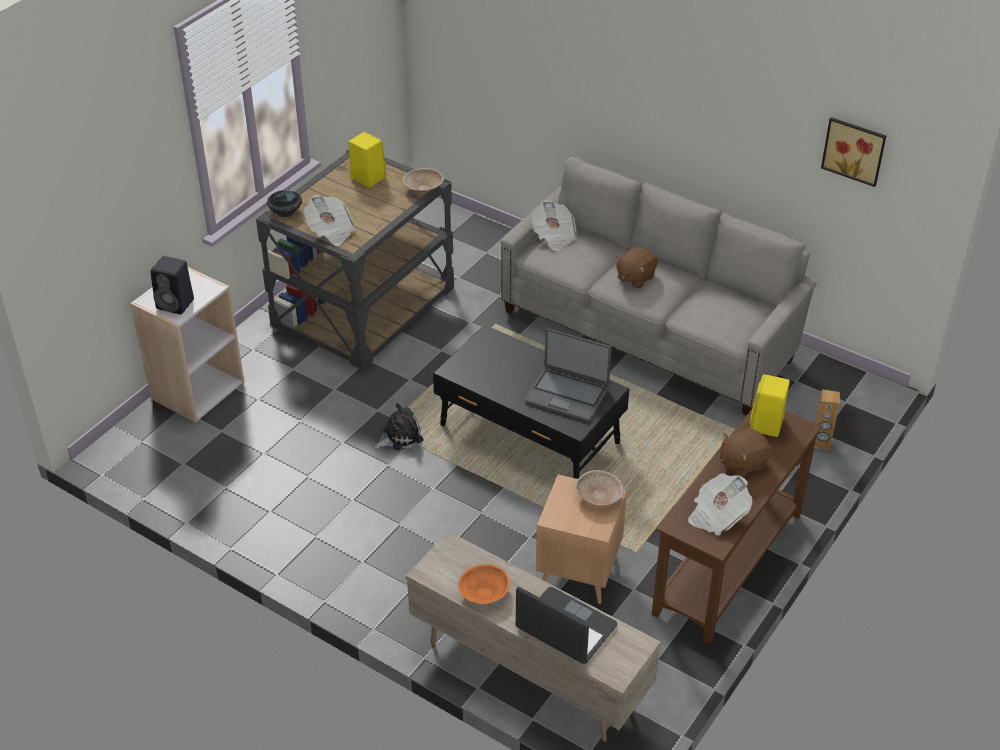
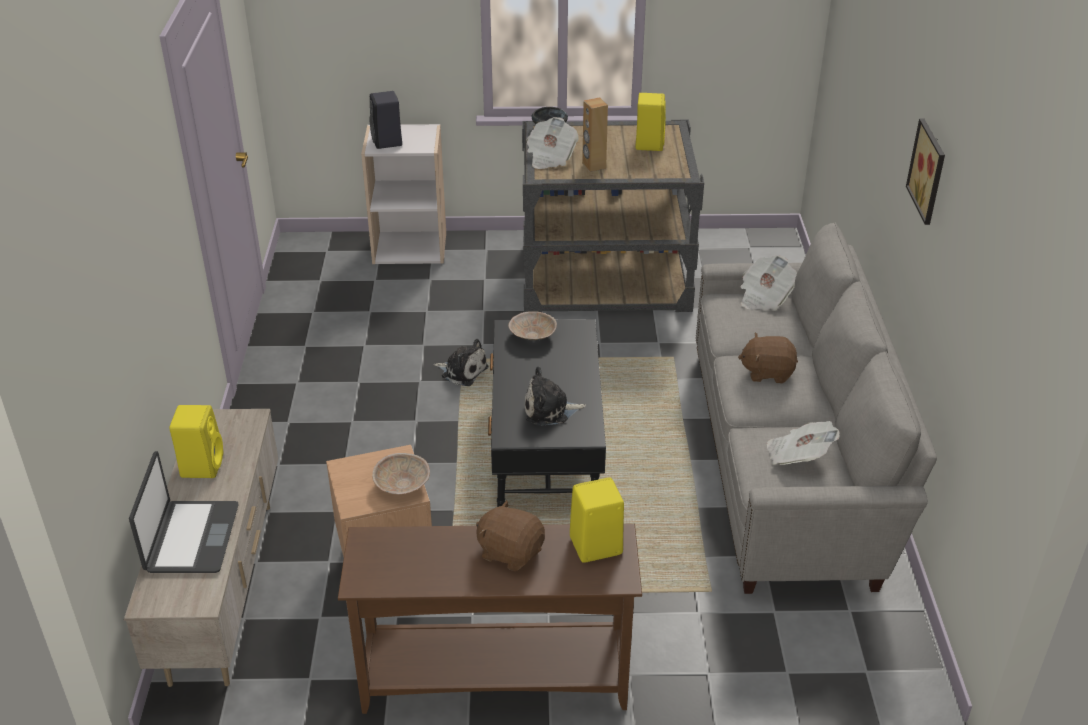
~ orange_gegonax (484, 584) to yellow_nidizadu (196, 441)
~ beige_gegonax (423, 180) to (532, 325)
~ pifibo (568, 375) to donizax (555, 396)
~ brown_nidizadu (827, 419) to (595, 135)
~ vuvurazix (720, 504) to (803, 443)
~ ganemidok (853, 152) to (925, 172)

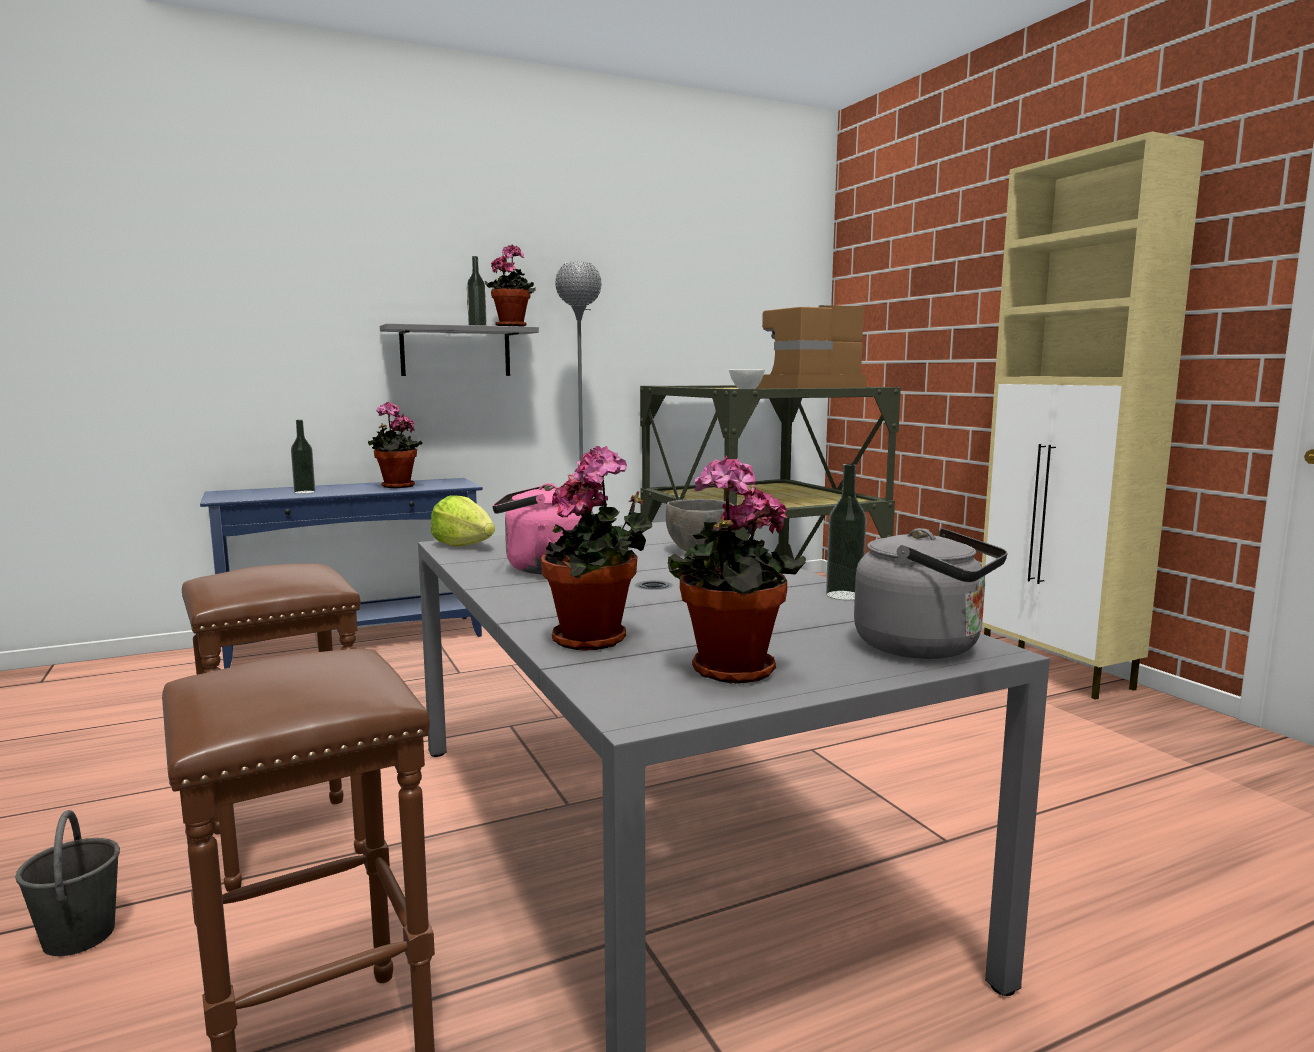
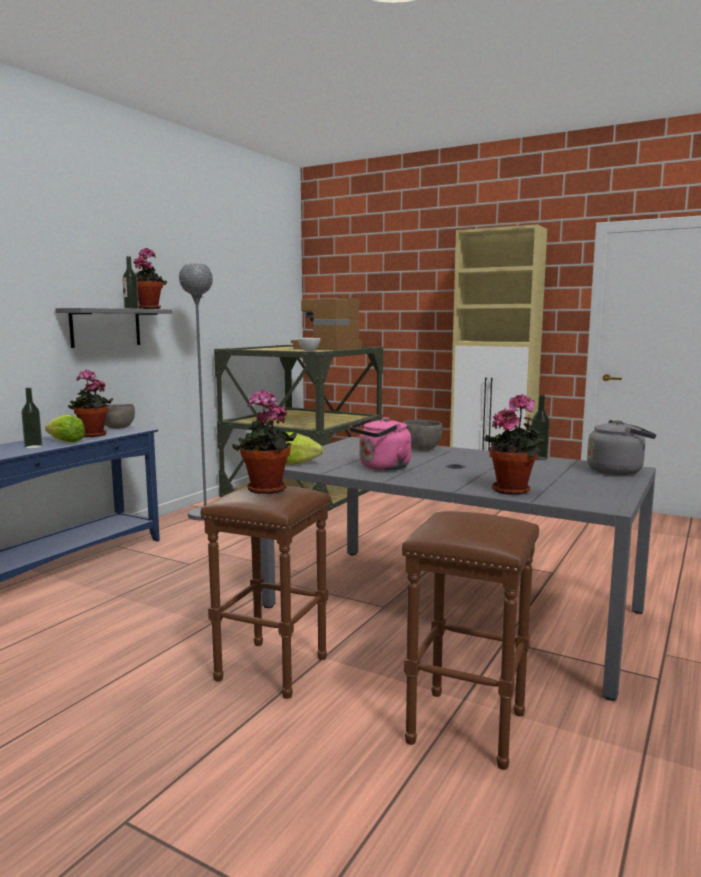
+ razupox (65, 428)
+ grey_gegonax (119, 416)
~ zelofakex (736, 569) to (264, 441)
- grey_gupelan (67, 883)

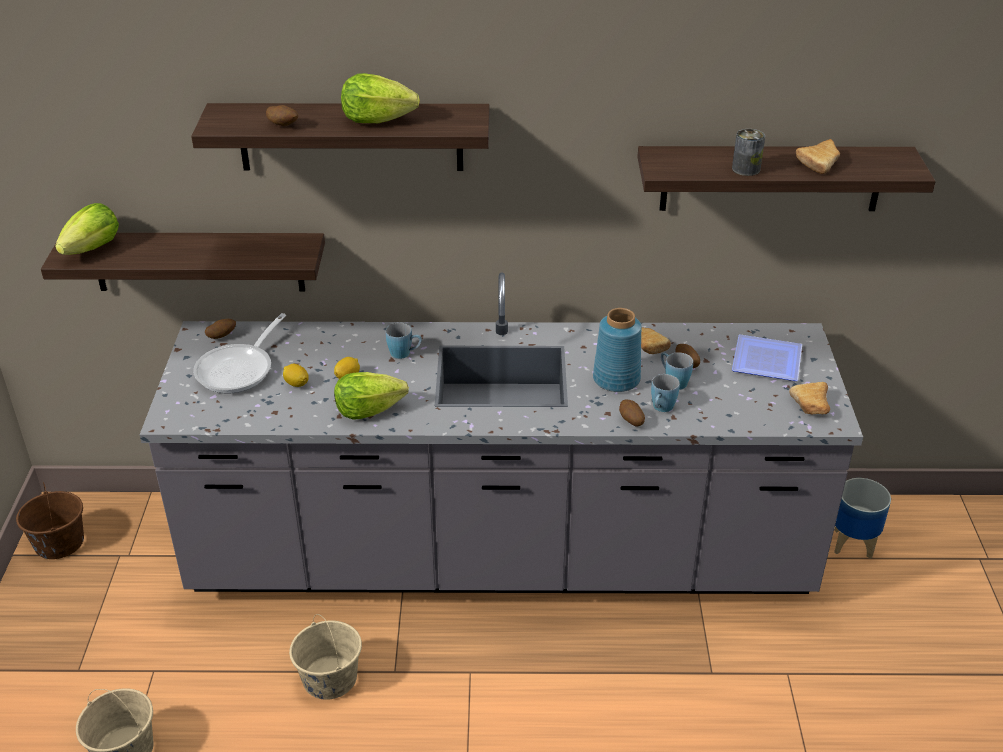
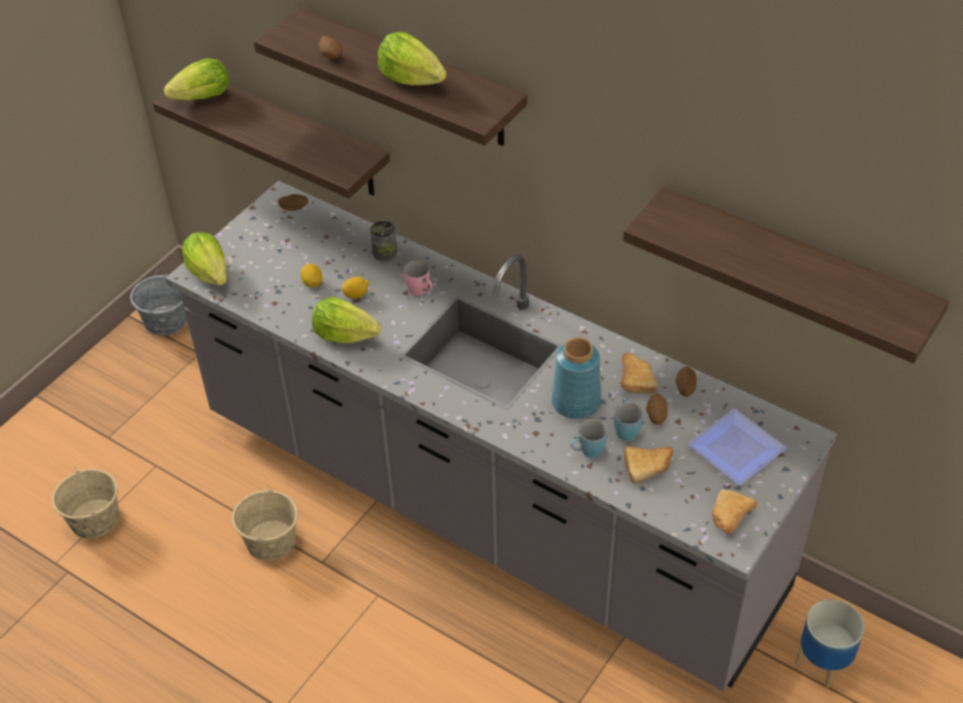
~ brown_gupelan (50, 520) to grey_gupelan (158, 301)
+ razupox (204, 259)
~ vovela (748, 152) to (383, 241)
~ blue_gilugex (404, 341) to pink_gilugex (418, 278)
~ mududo (818, 156) to (648, 465)
~ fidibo (632, 413) to (686, 381)
- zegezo (239, 353)

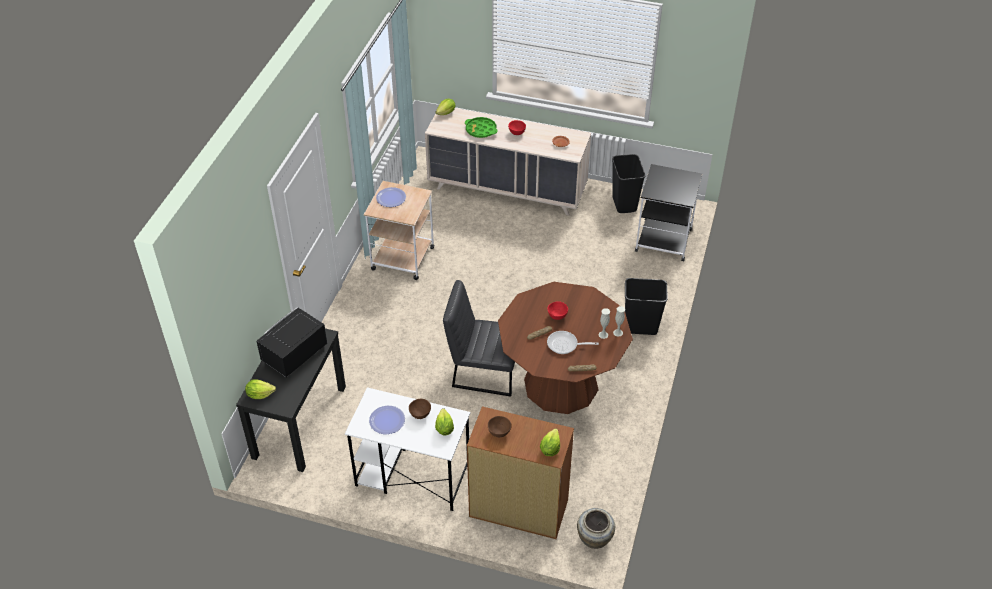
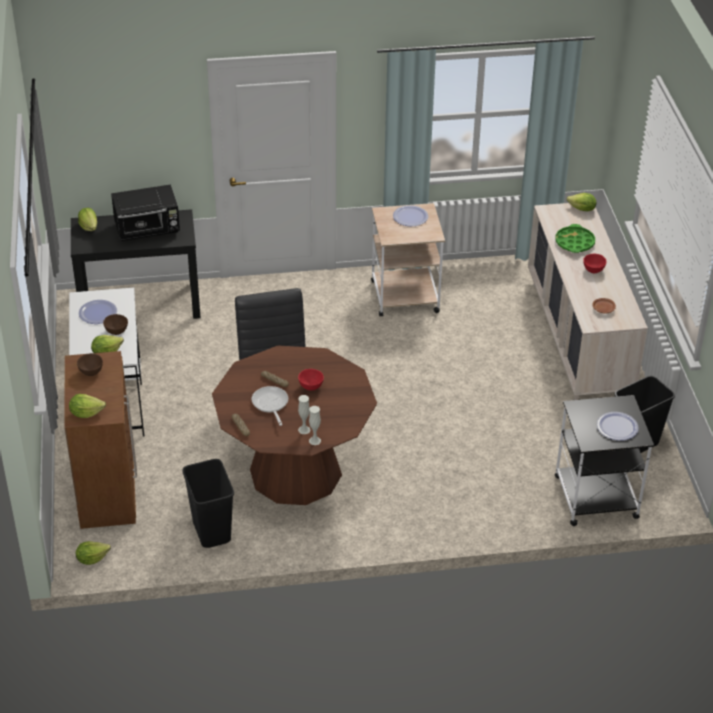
~ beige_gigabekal (596, 528) to razupox (93, 553)
~ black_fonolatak (291, 342) = (145, 212) 150 degrees clockwise
~ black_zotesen (646, 306) to (208, 503)
+ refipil (618, 426)

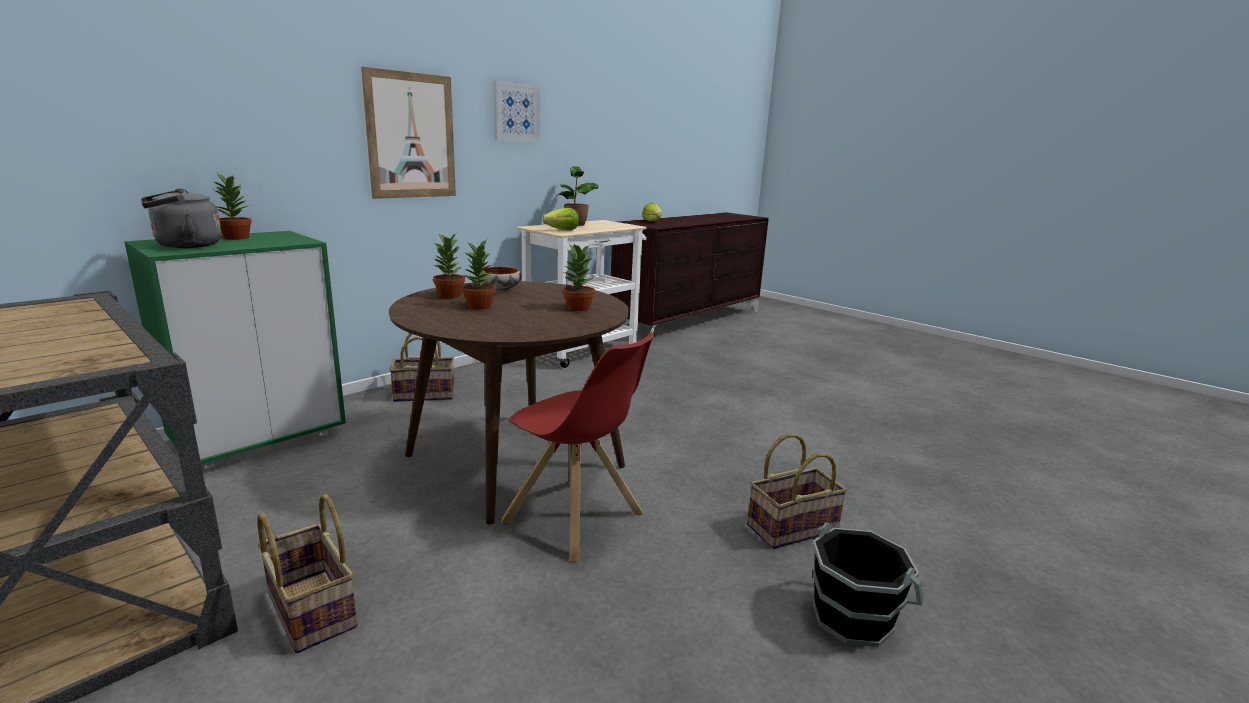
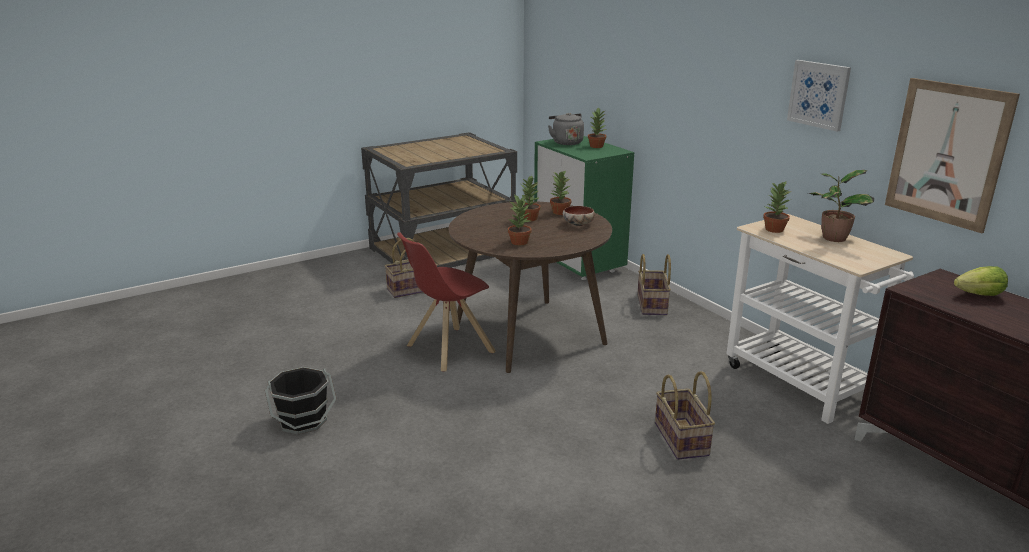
~ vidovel (797, 491) to (685, 415)
~ razupox (560, 219) to zelofakex (777, 207)
~ ganemidok (408, 133) to (952, 155)

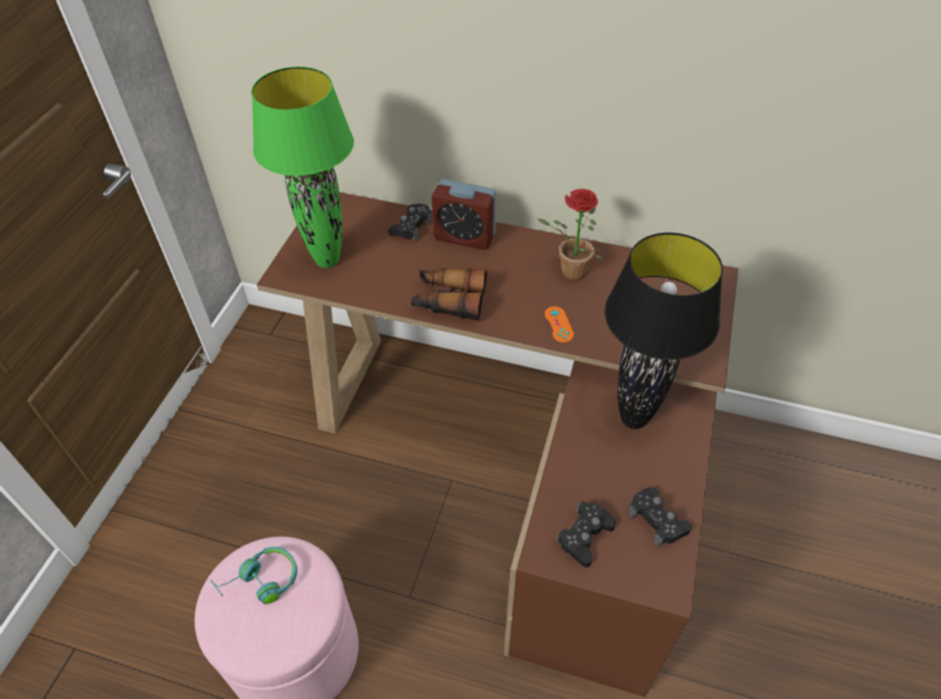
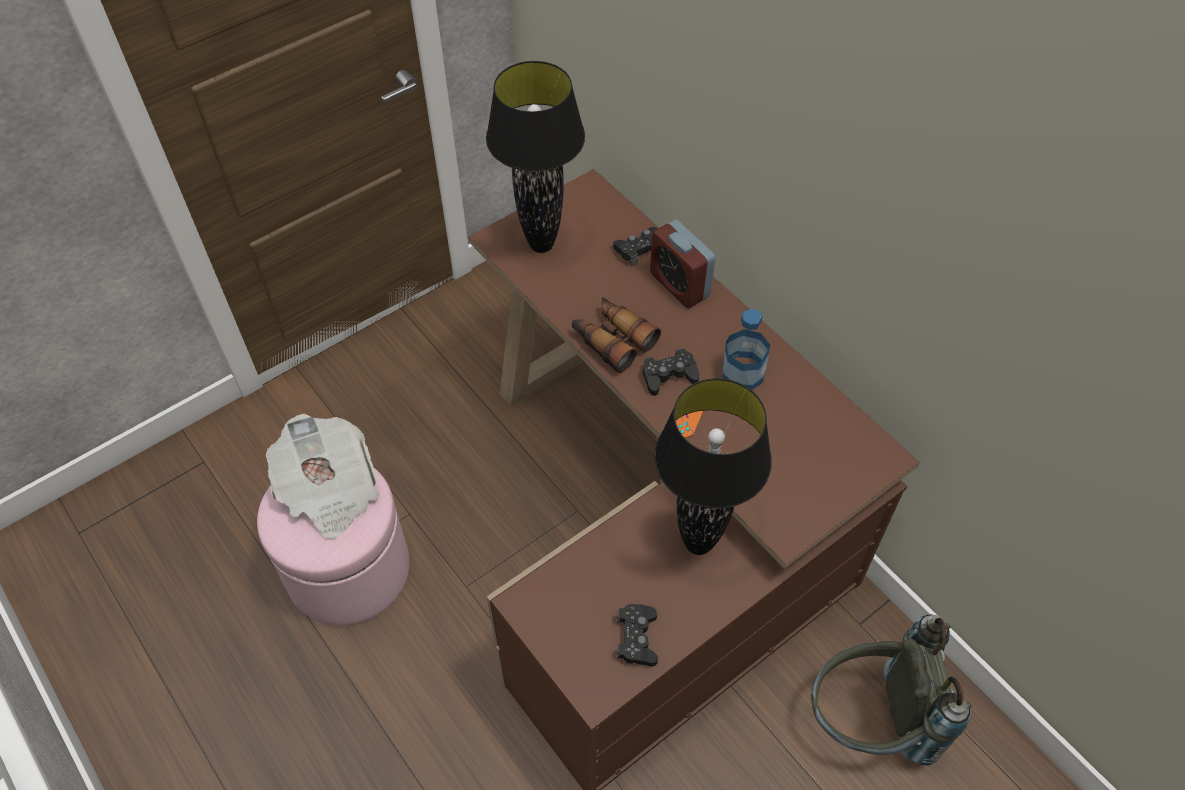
~ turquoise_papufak (254, 575) to vuvurazix (323, 476)
~ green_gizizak (302, 167) to black_gizizak (535, 157)
~ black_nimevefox (586, 534) to (671, 372)
~ zelofakex (570, 235) to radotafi (746, 349)
+ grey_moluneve (891, 690)

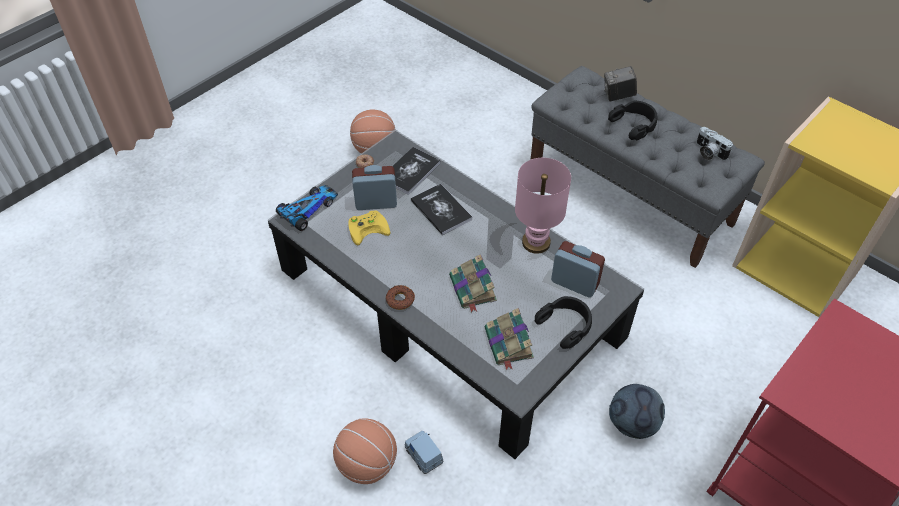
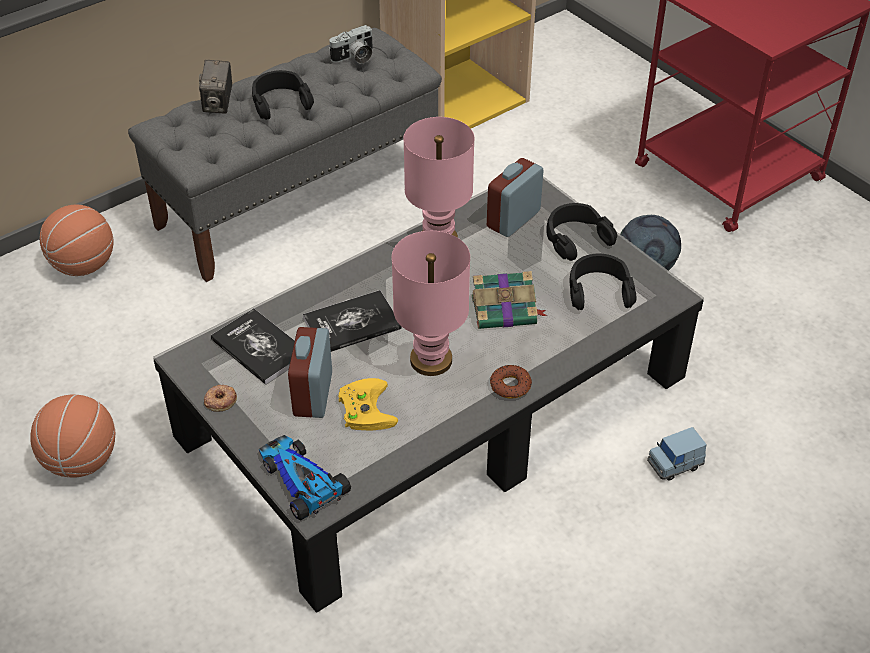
~ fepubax (365, 451) to (76, 240)
+ pink_gizizak (431, 303)
~ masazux (509, 339) to black_papufak (603, 282)

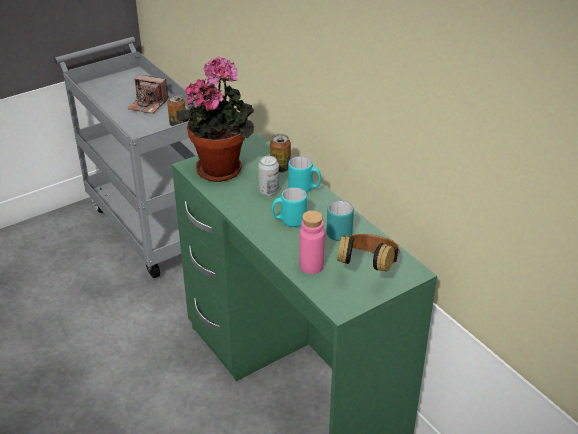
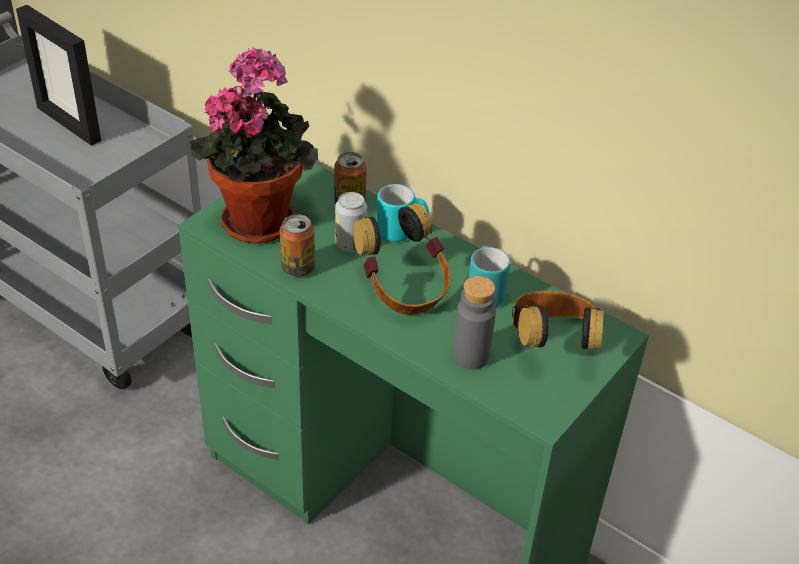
~ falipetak (148, 94) to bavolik (58, 75)
~ vovela (176, 110) to (297, 245)
~ turquoise_gilugex (289, 207) to papufak (401, 259)
~ pink_radotafi (312, 242) to grey_radotafi (474, 323)

